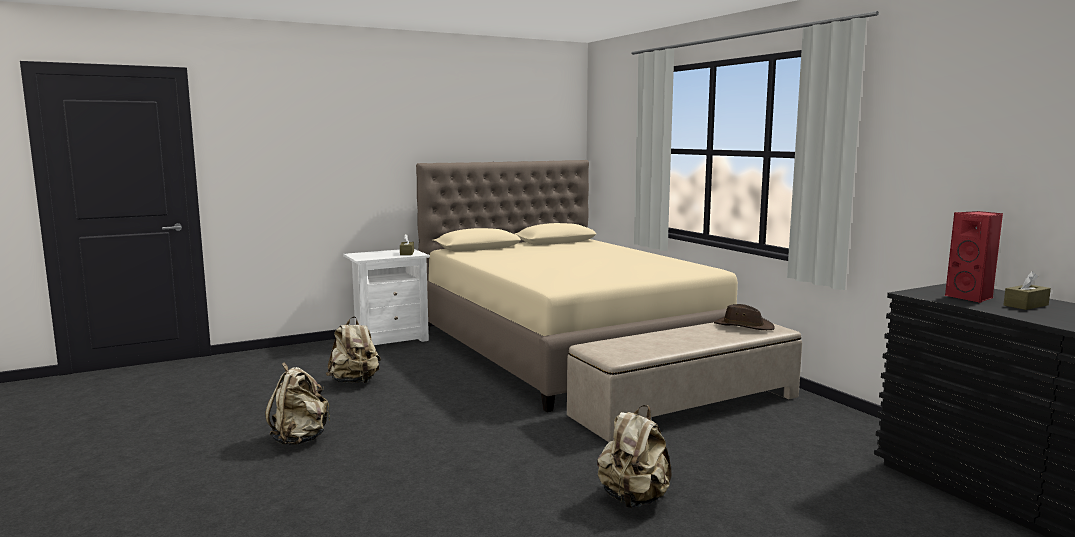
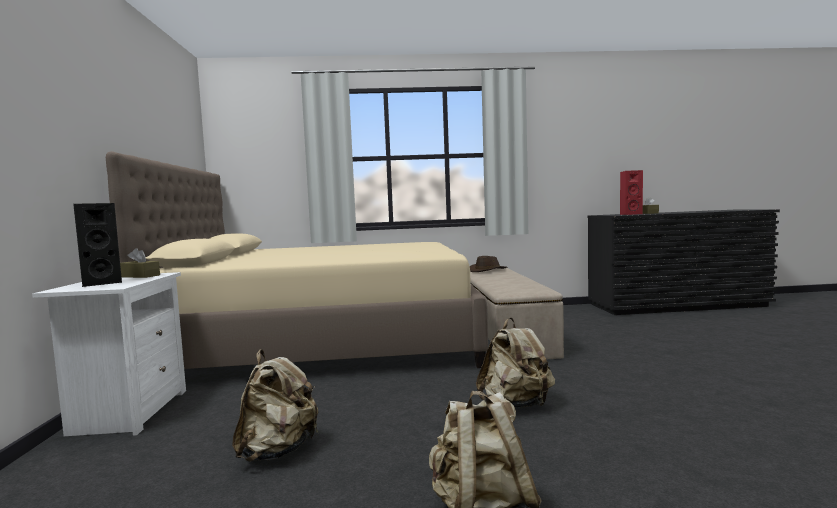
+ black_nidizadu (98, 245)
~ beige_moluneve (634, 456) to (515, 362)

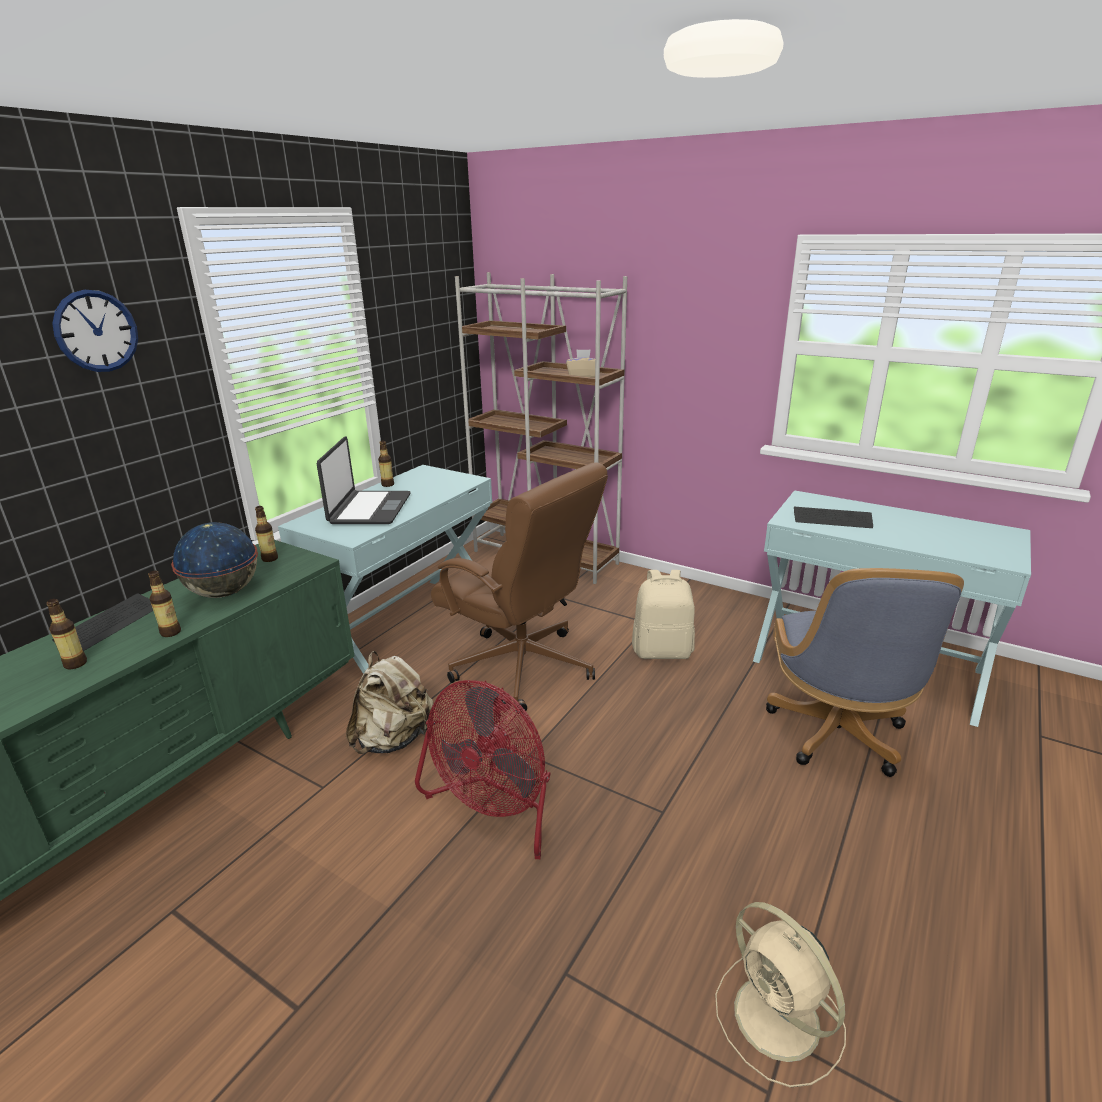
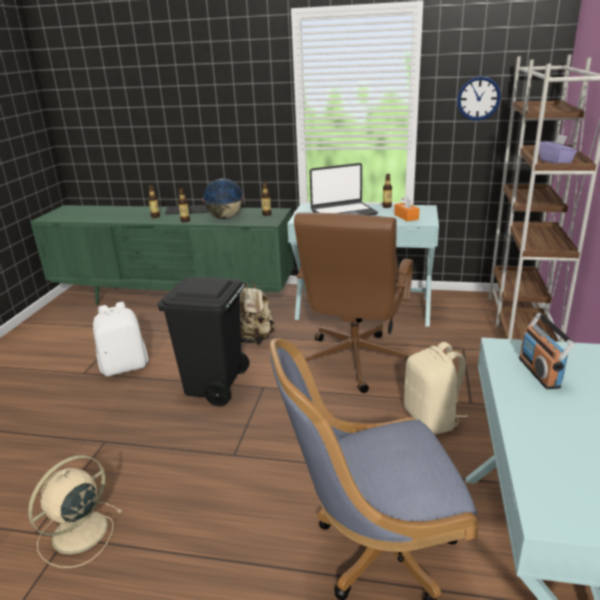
+ white_moluneve (121, 339)
~ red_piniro (483, 769) to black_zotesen (203, 341)
+ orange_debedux (406, 208)
~ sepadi (95, 331) to (479, 98)
~ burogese (833, 517) to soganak (547, 351)
~ beige_debedux (580, 363) to purple_debedux (558, 148)

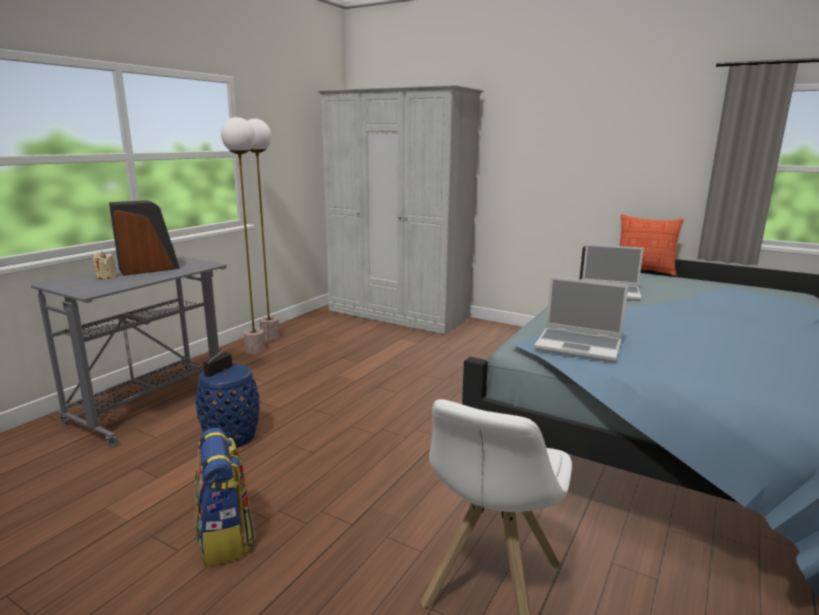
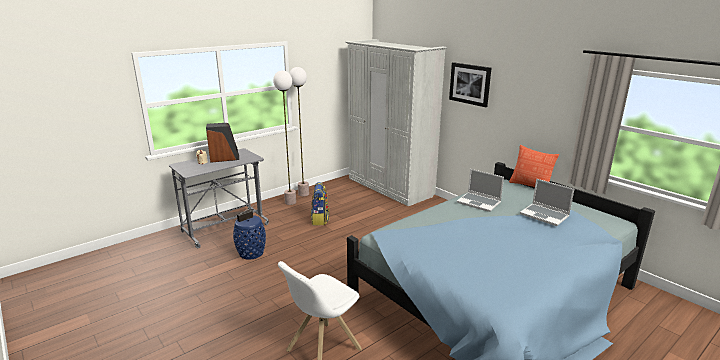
~ moluneve (224, 497) to (320, 203)
+ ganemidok (470, 84)
~ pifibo (581, 319) to (547, 202)

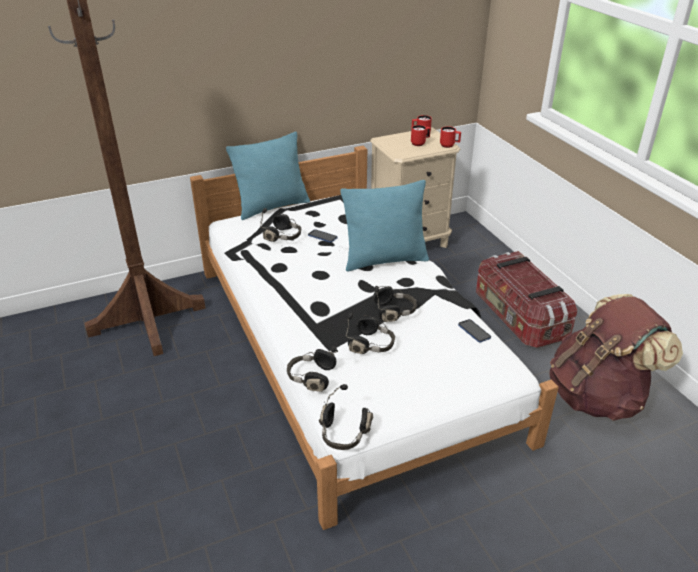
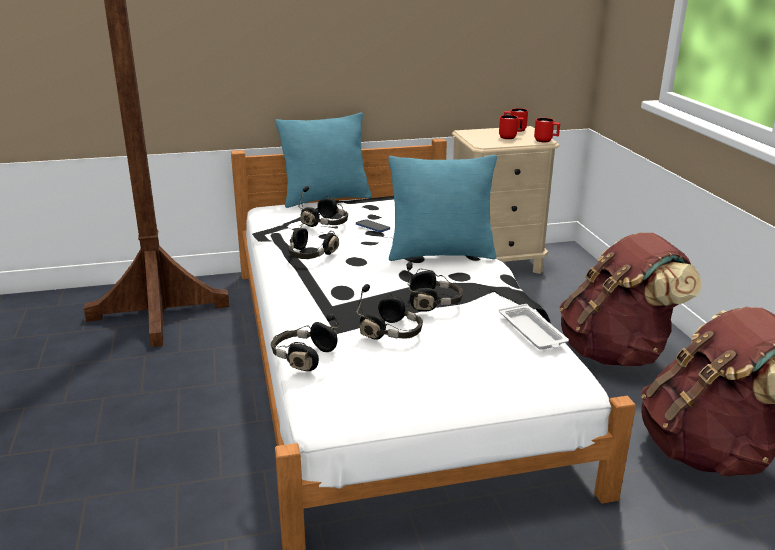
~ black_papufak (346, 417) to (314, 234)
~ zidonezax (474, 330) to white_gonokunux (534, 327)
~ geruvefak (526, 299) to brown_moluneve (631, 299)

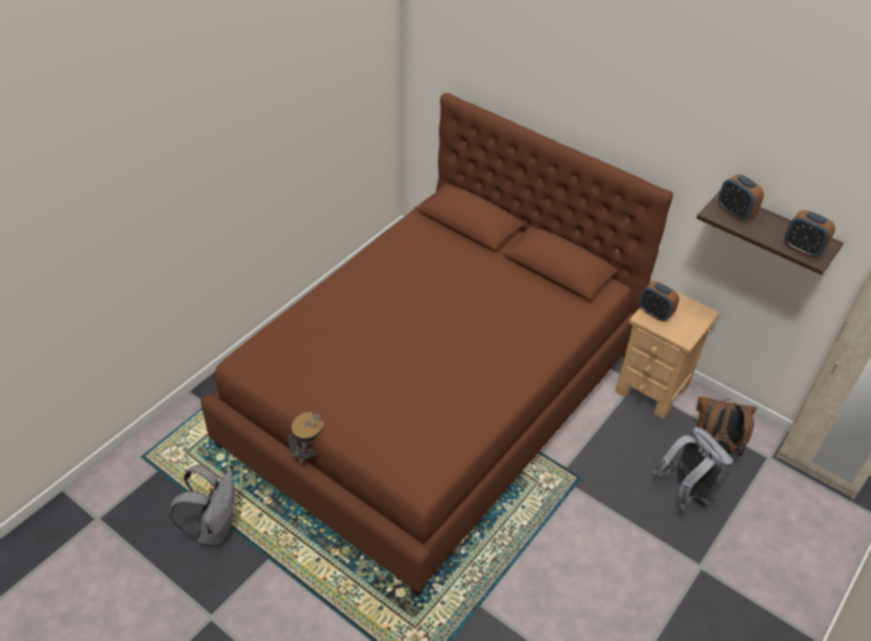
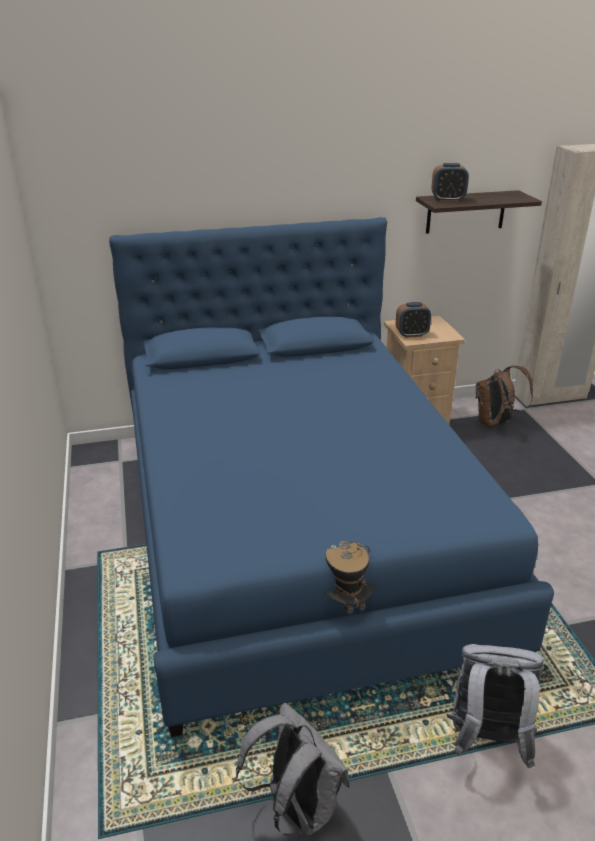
~ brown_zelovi (437, 345) to blue_zelovi (331, 477)
~ grey_moluneve (693, 469) to (495, 706)
- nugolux (810, 233)

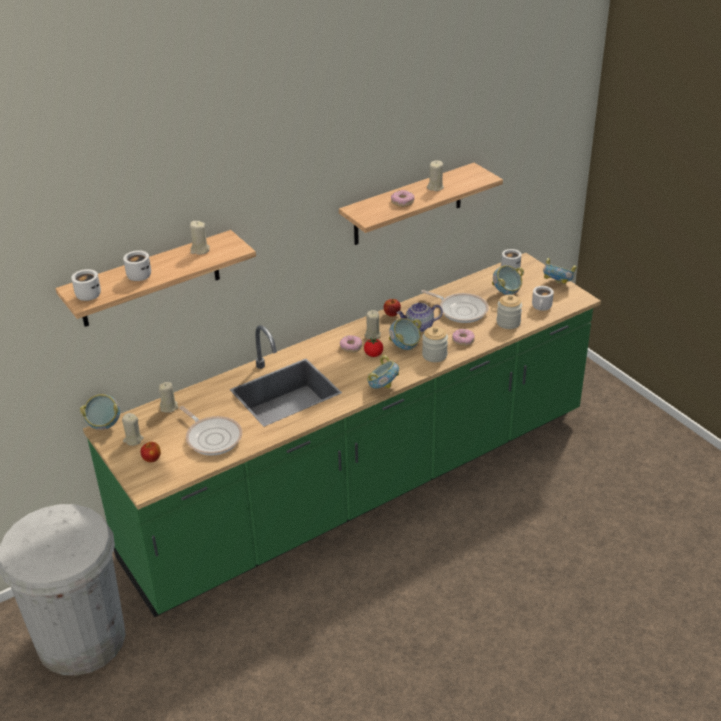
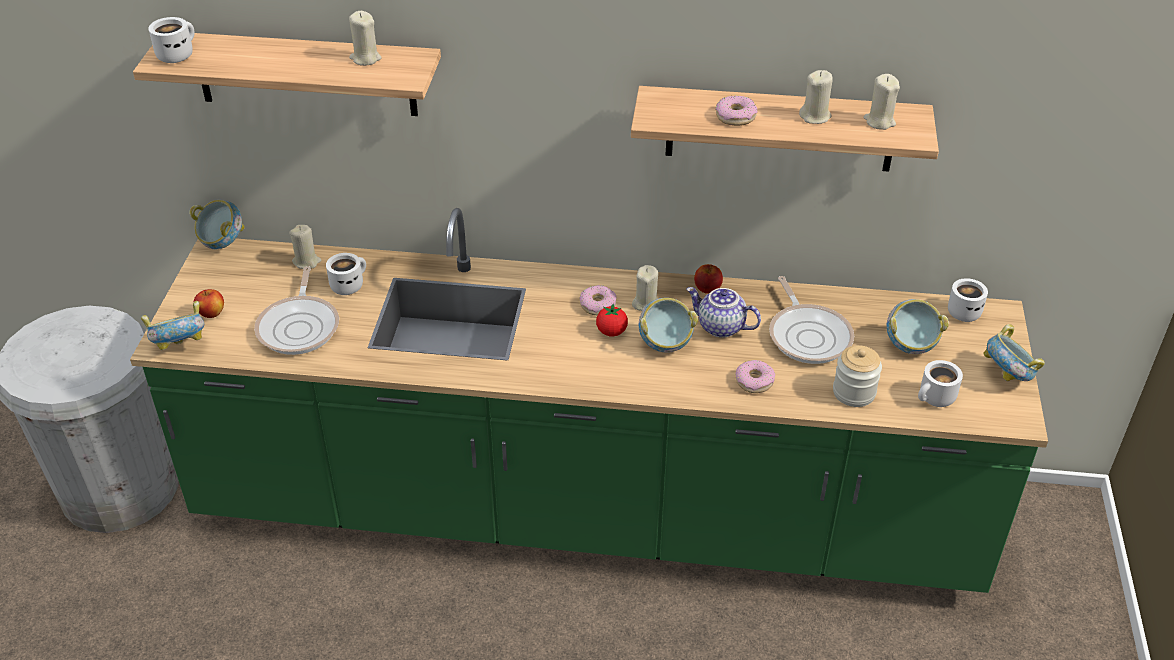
~ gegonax (383, 371) to (172, 325)
~ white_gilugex (137, 265) to (346, 274)
~ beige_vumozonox (133, 429) to (881, 102)
- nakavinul (435, 344)

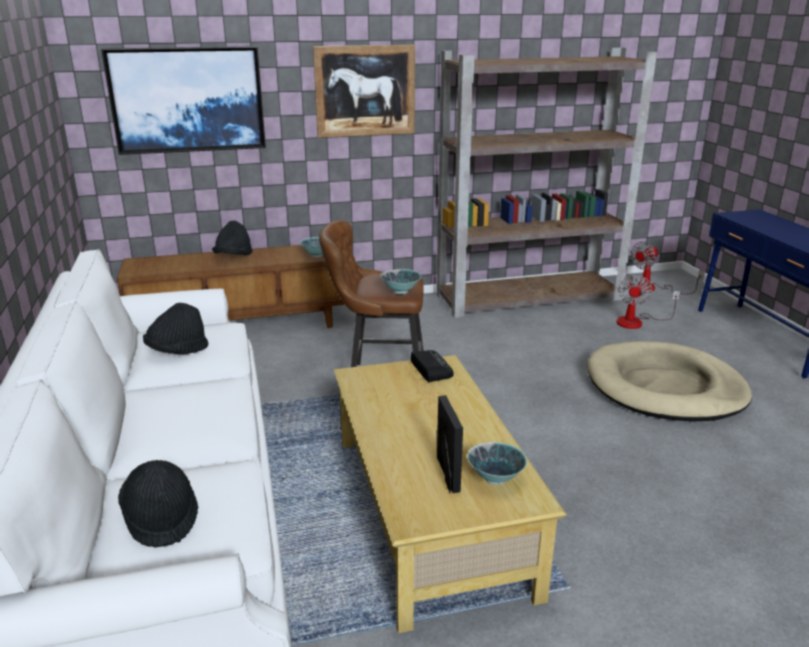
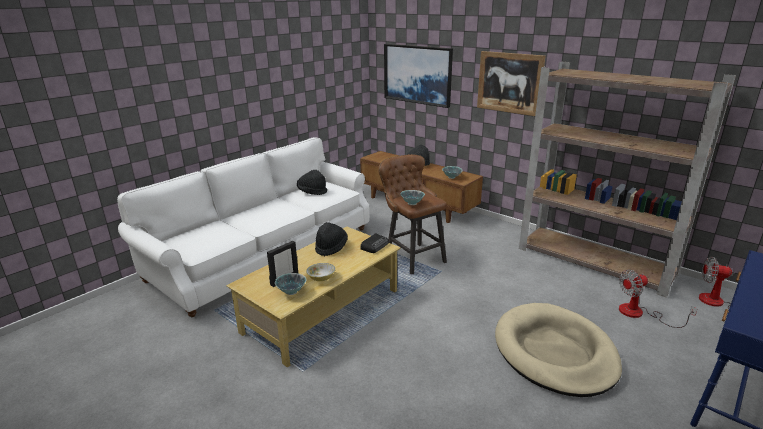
+ gegonax (321, 272)
~ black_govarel (158, 504) to (331, 239)

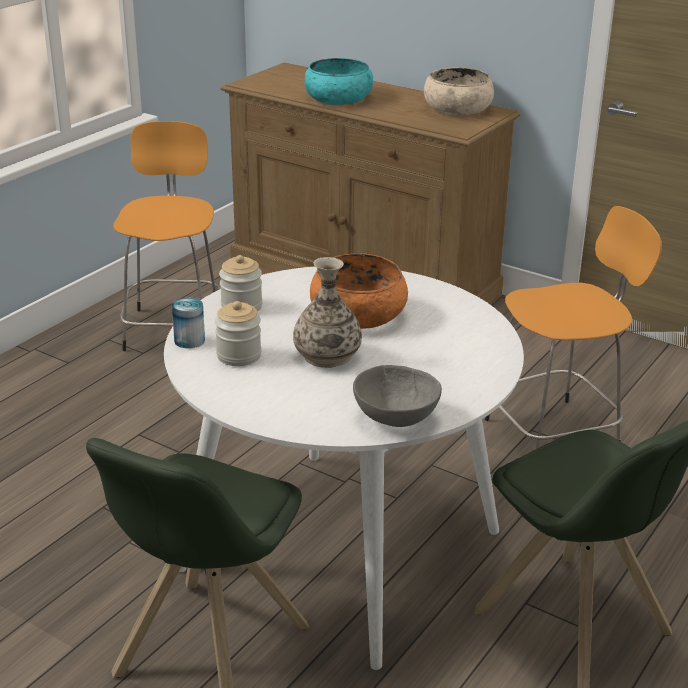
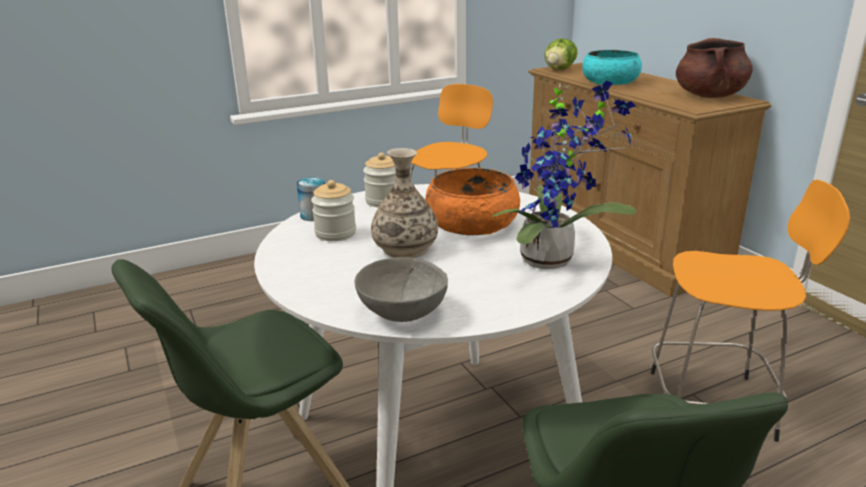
+ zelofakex (564, 175)
+ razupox (561, 54)
~ beige_gegonax (459, 91) to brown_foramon (714, 68)

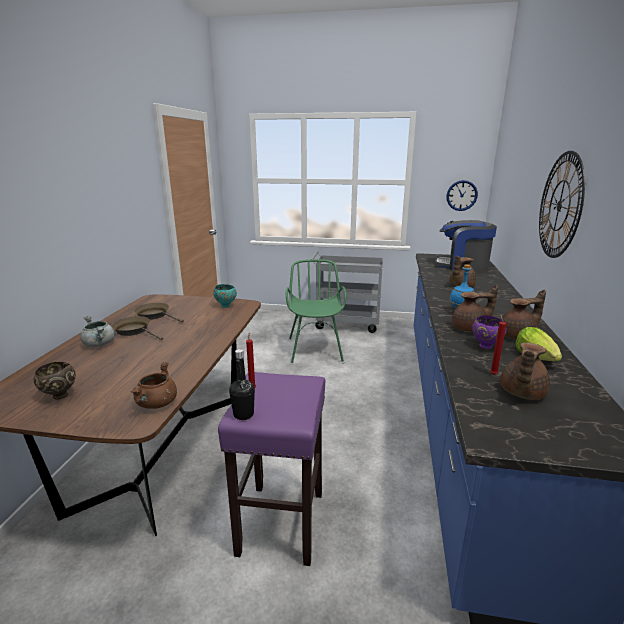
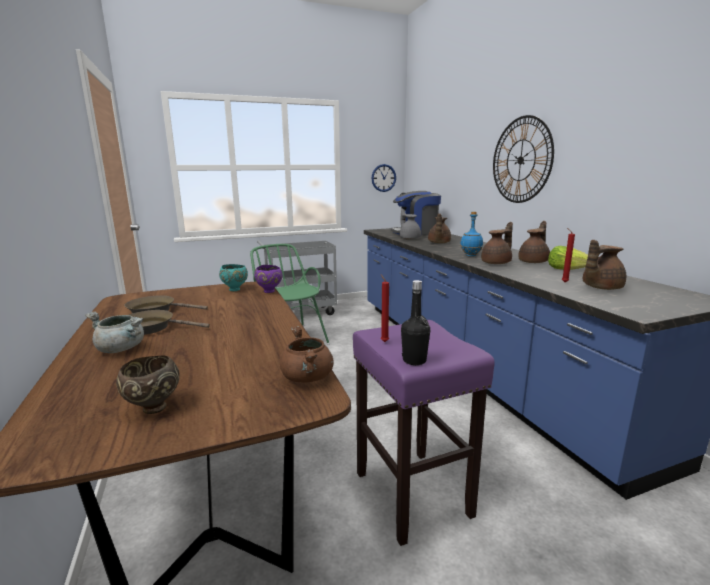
~ purple_gegonax (489, 332) to (268, 279)
+ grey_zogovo (410, 224)
~ brown_zogovo (525, 371) = (604, 265) 60 degrees clockwise

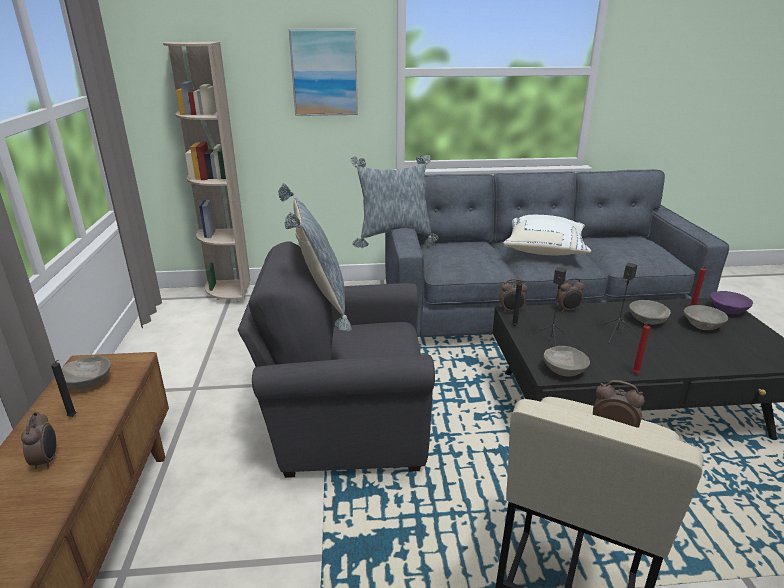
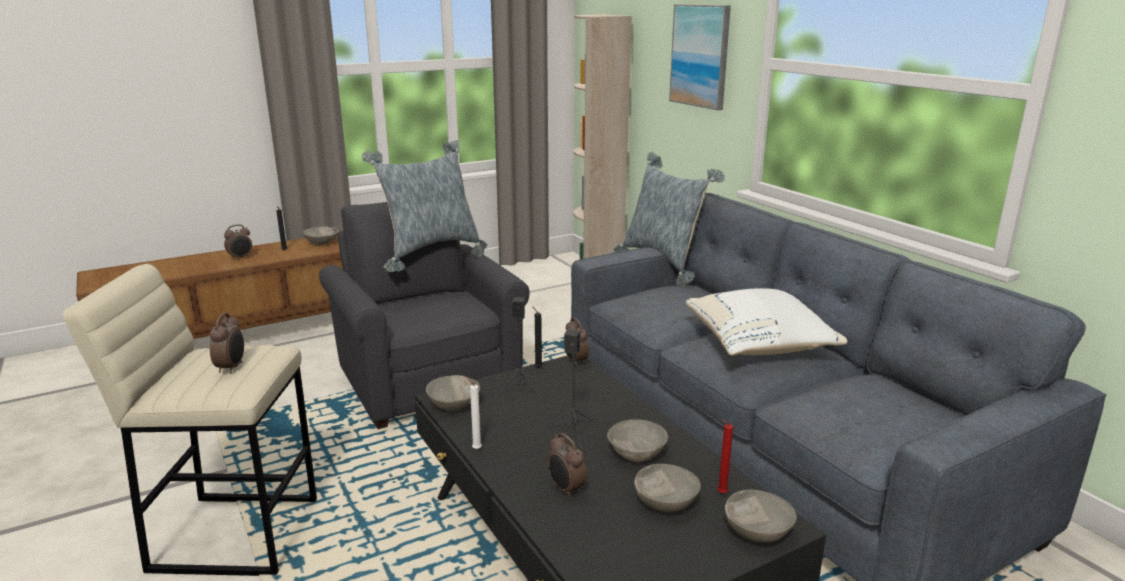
~ red_vumozonox (641, 348) to white_vumozonox (474, 413)
~ nugolux (570, 295) to (567, 465)
~ purple_gegonax (731, 302) to grey_gegonax (761, 516)

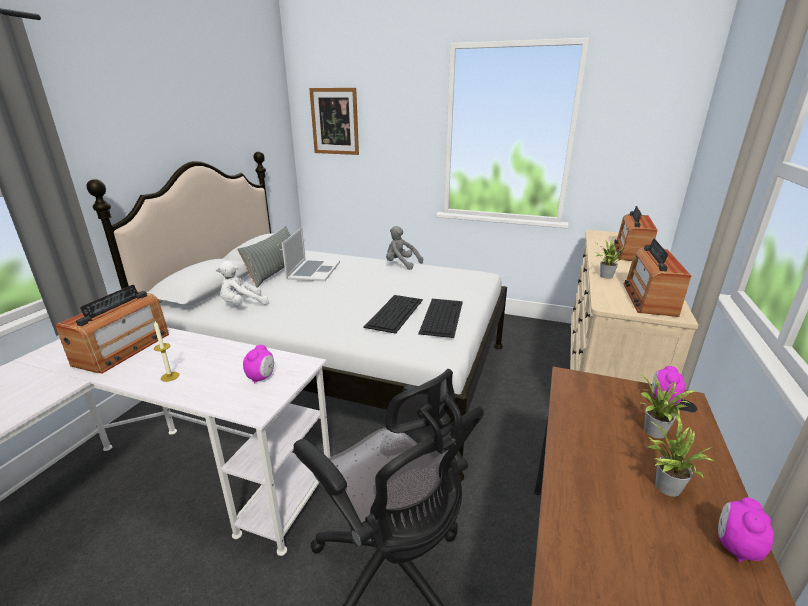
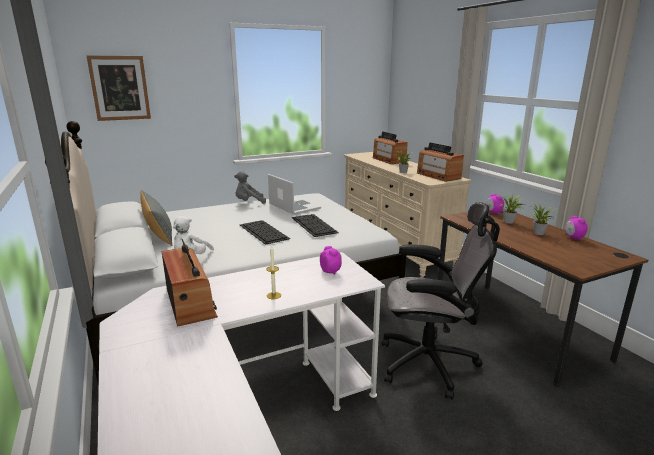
~ burogese (440, 318) to (265, 232)
~ pifibo (311, 254) to (294, 194)

